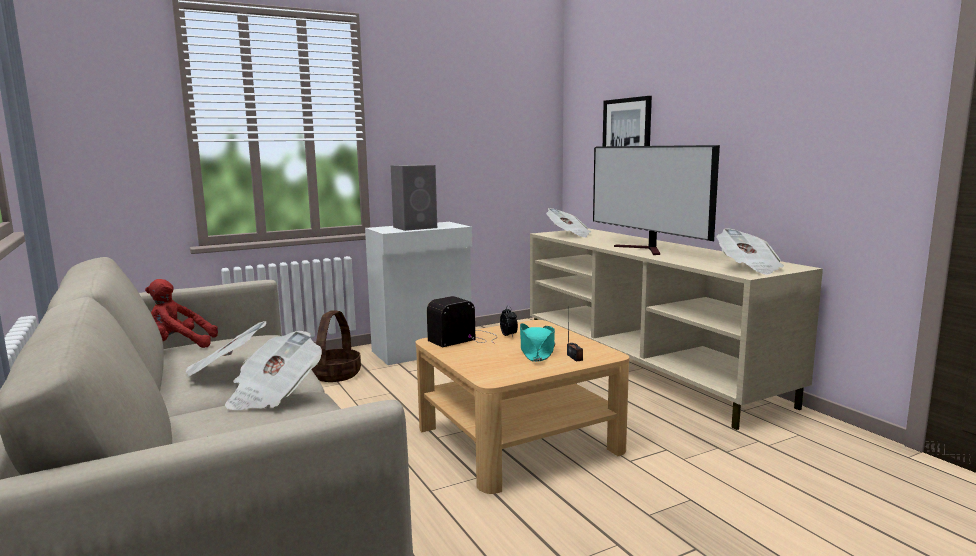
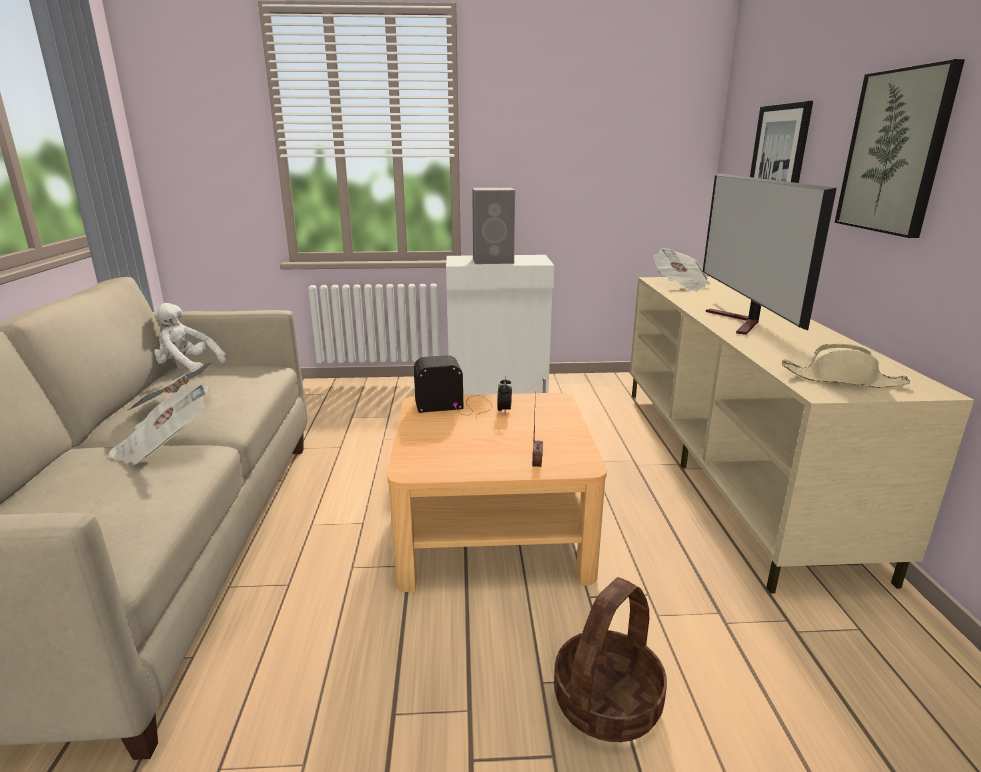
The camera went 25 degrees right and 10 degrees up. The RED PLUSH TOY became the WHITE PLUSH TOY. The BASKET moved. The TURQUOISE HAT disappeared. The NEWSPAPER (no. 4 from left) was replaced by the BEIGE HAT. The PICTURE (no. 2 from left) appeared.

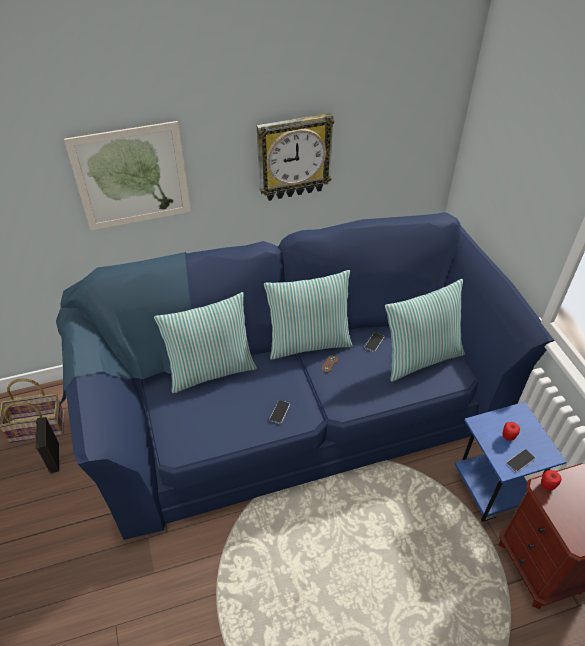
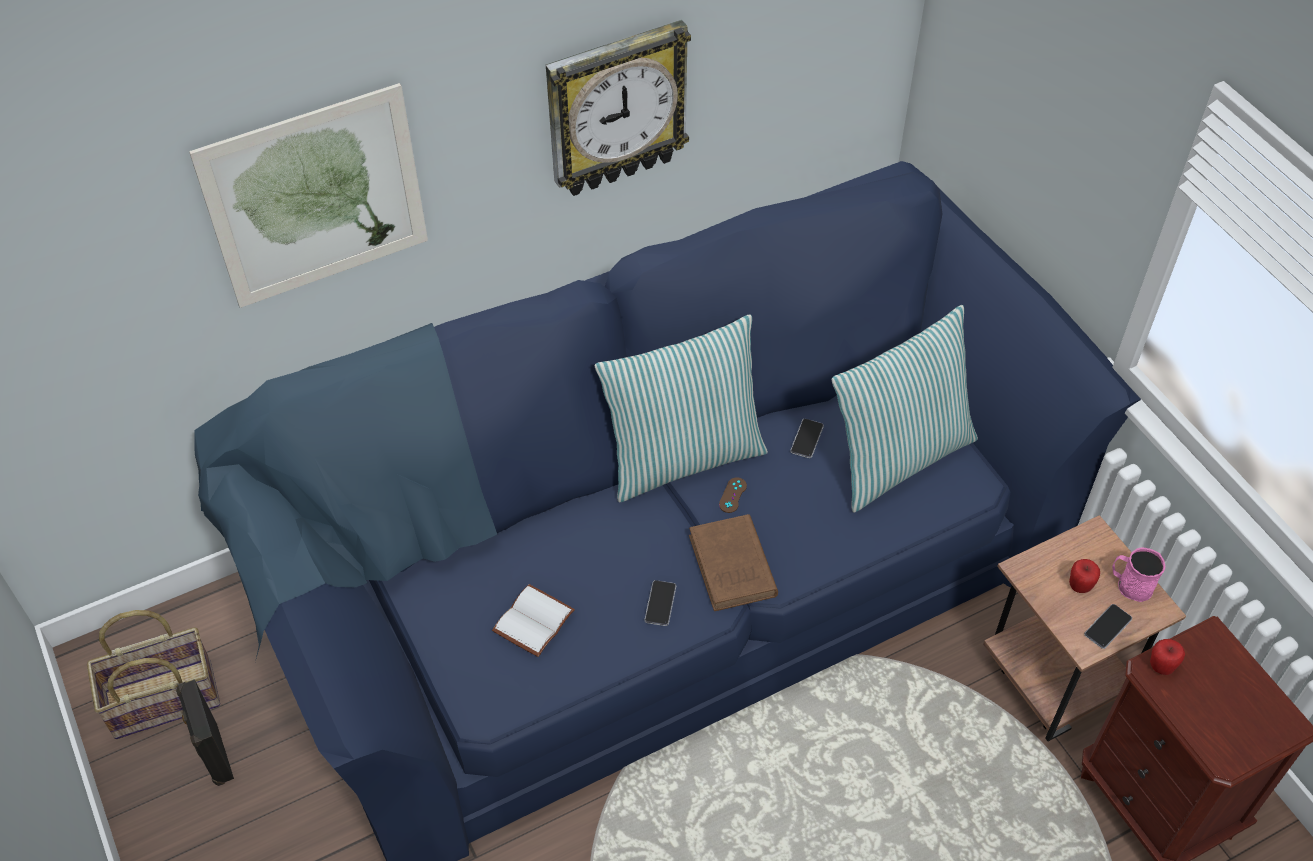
The camera went 10 degrees left and 5 degrees up. The PILLOW (no. 1 from left) disappeared. The BLUE SIDE TABLE became the BROWN SIDE TABLE. The WHITE BOOK appeared. The BROWN BOOK appeared. The PINK MUG appeared.

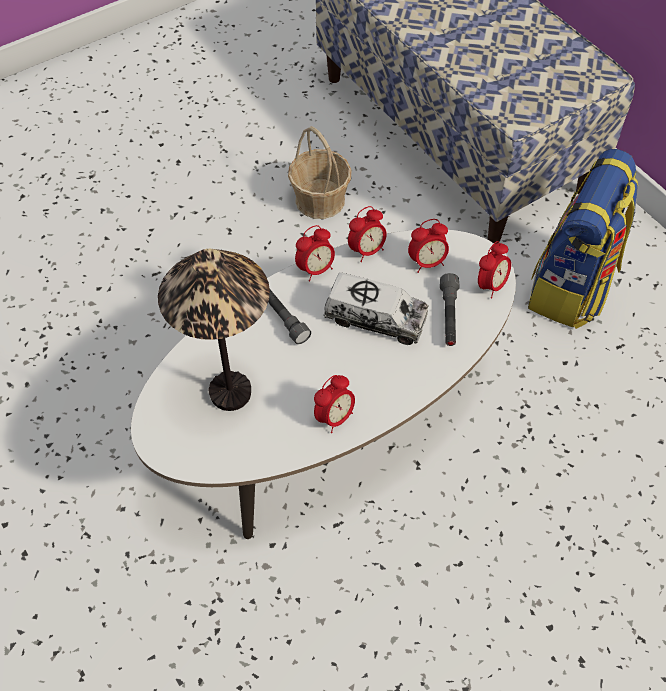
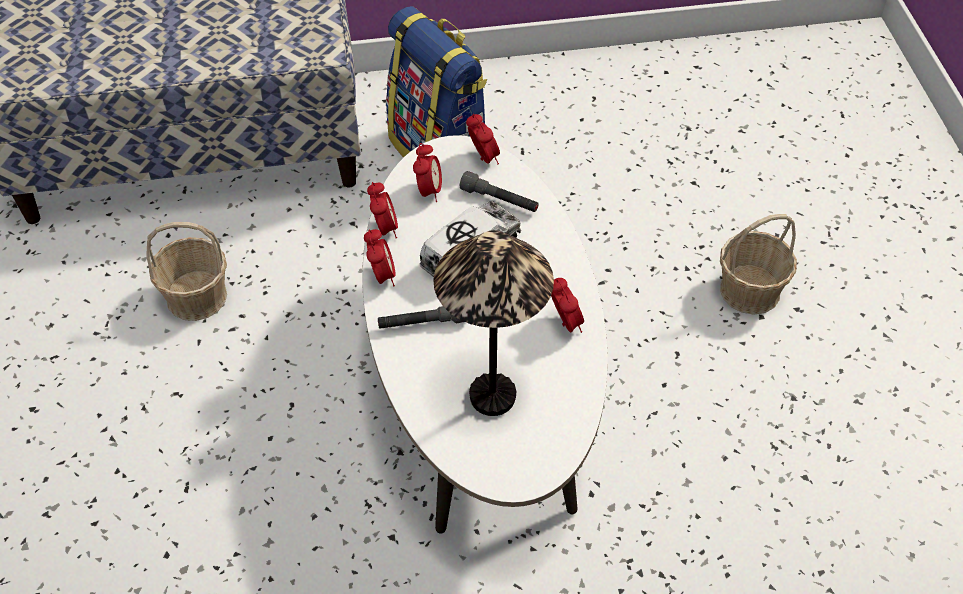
The camera went 65 degrees left and 5 degrees down. The BASKET (no. 2 from left) appeared.

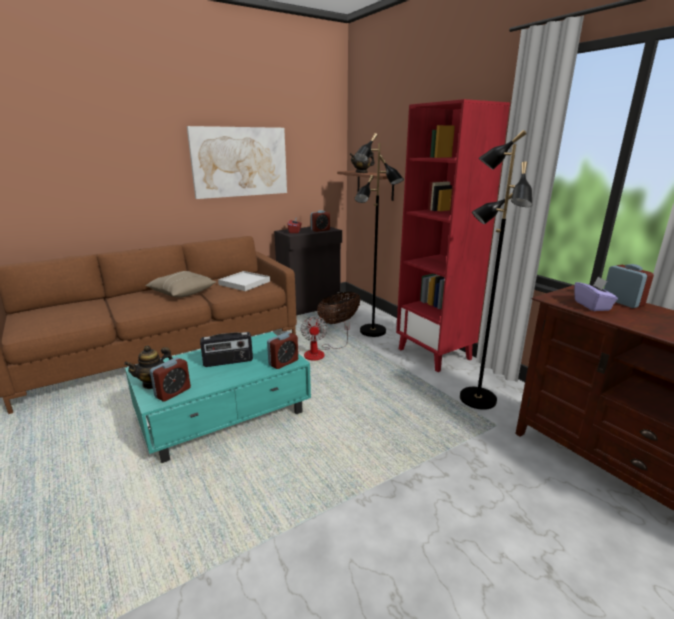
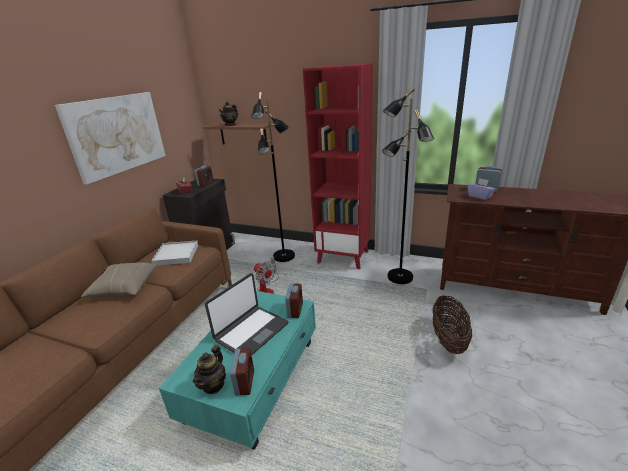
The camera went 35 degrees left and 5 degrees up. The RADIO was replaced by the LAPTOP. The BASKET moved.

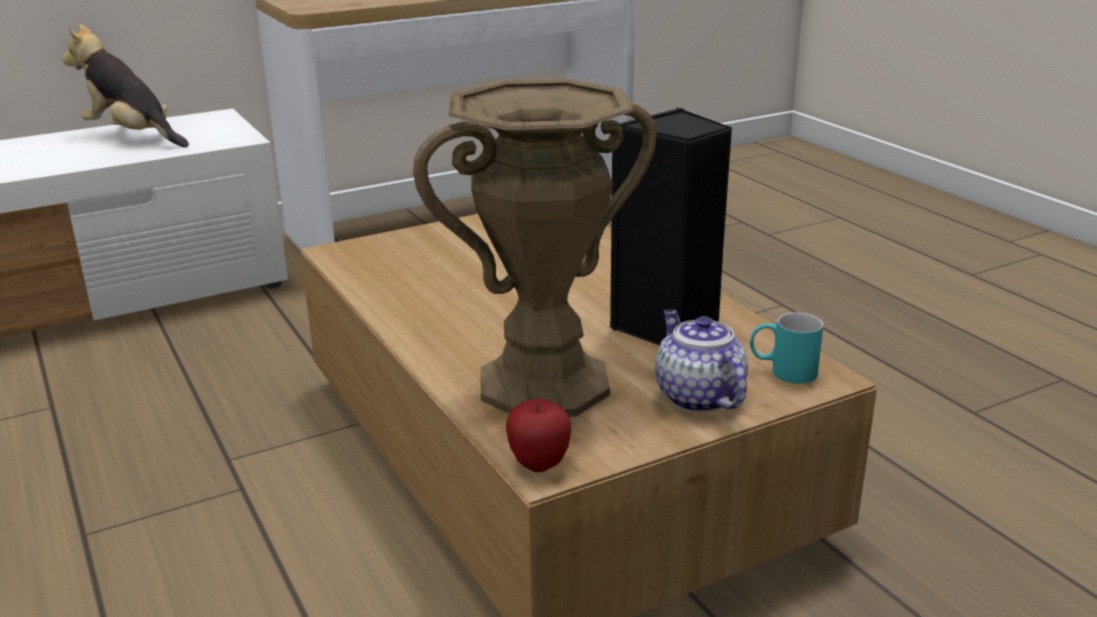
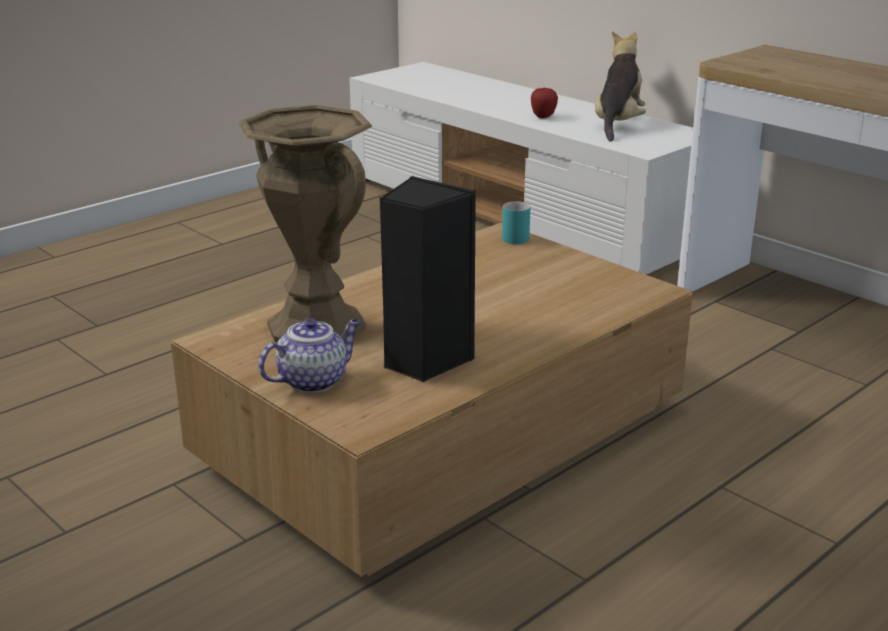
The camera went 75 degrees right and 0 degrees up. The APPLE moved. The TURQUOISE MUG moved.

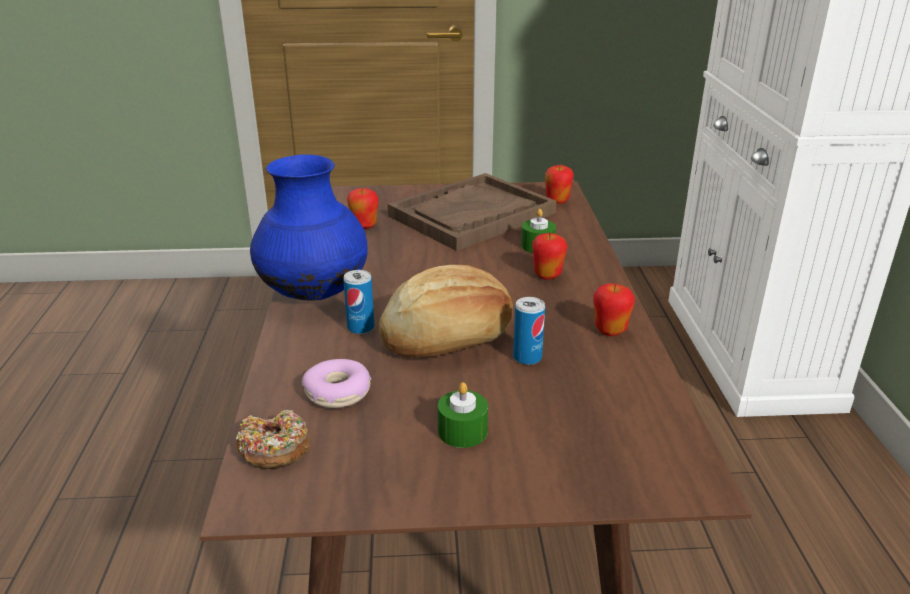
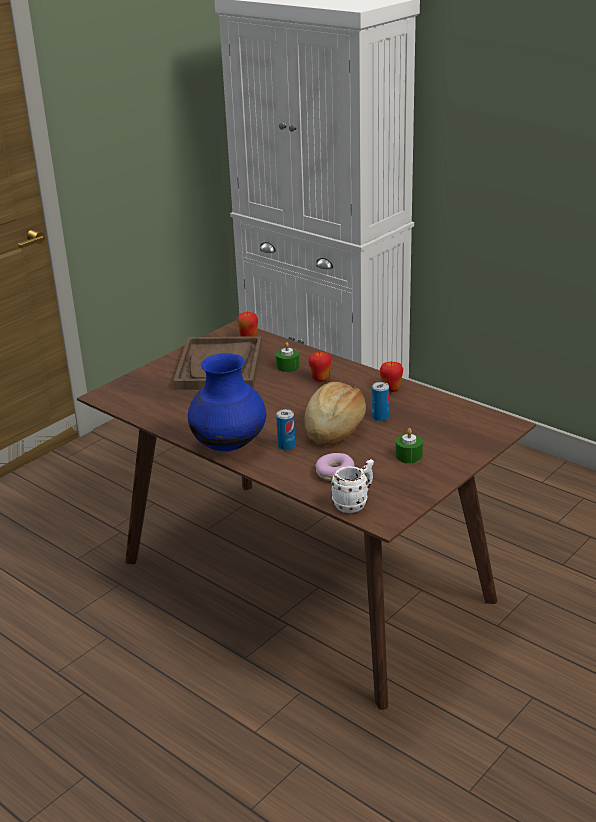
The camera went 45 degrees left and 0 degrees up. The DONUT (no. 1 from left) was replaced by the WHITE MUG. The APPLE (no. 1 from left) disappeared.

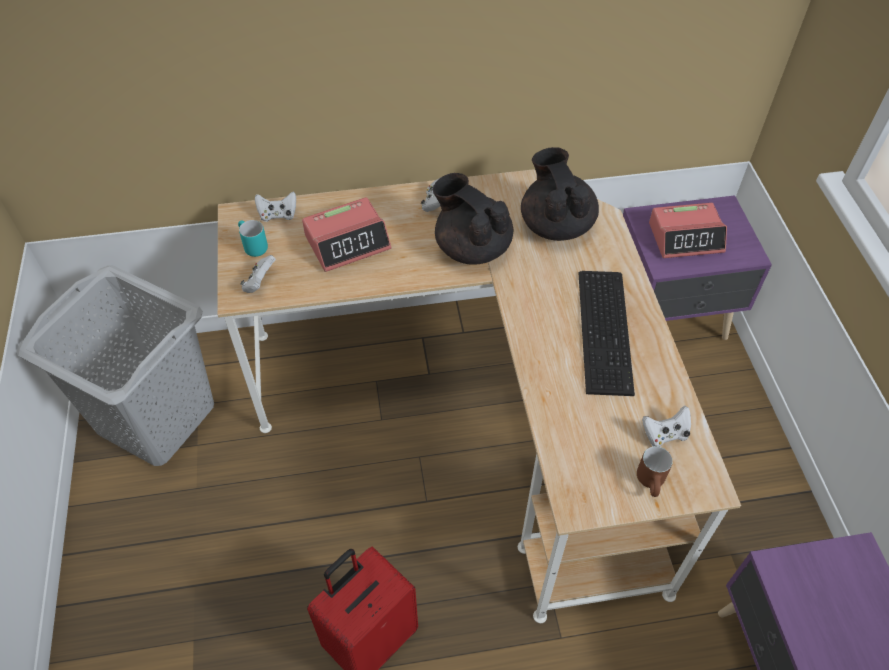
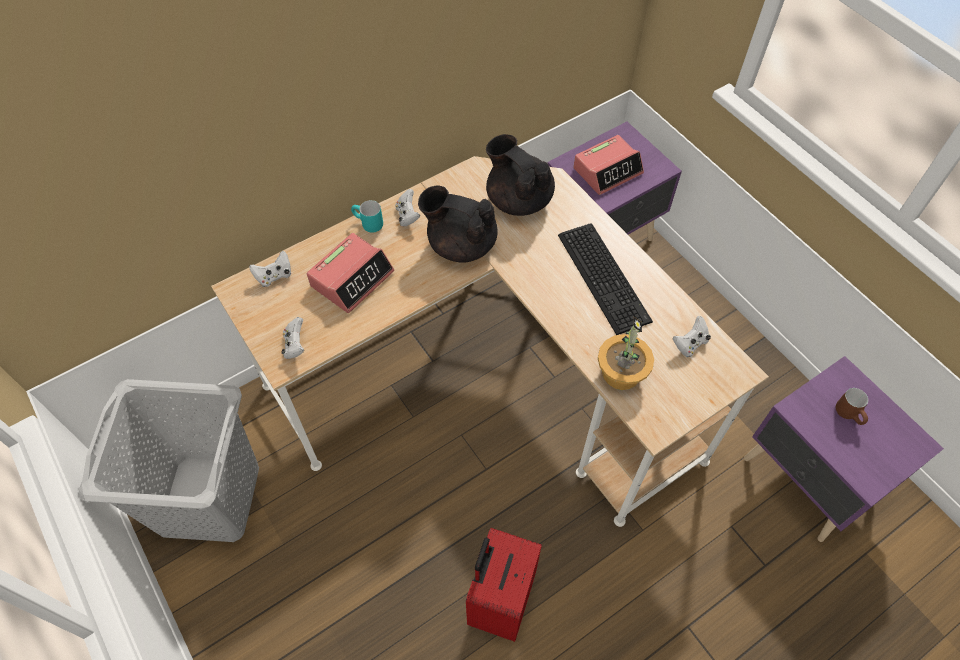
The camera went 25 degrees left and 5 degrees up. The TURQUOISE MUG moved. The BROWN MUG moved. The POTTED PLANT appeared.

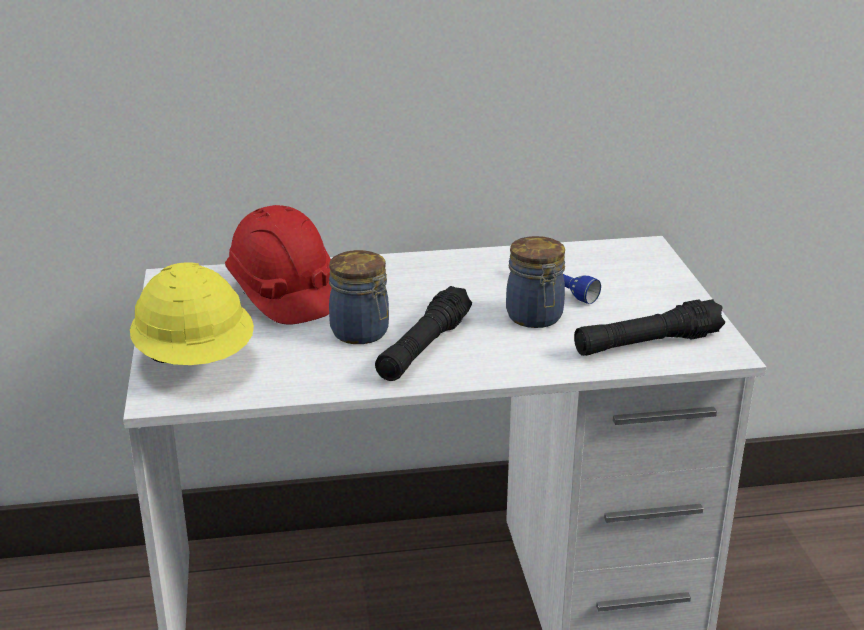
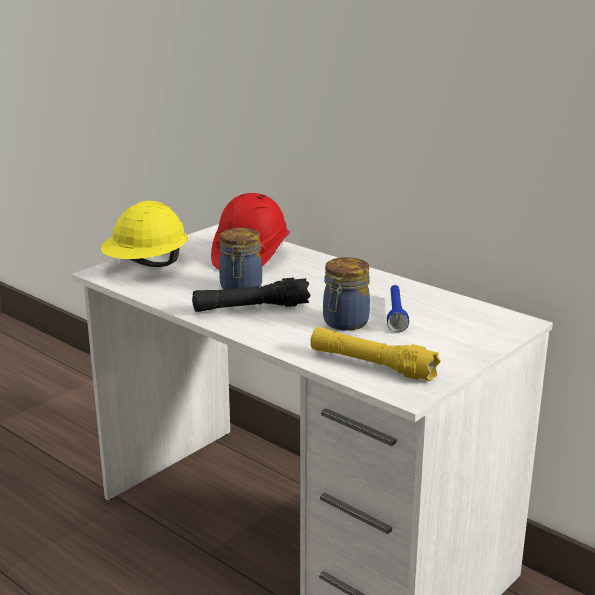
The camera went 50 degrees right and 5 degrees down. The BLACK FLASHLIGHT (no. 2 from left) became the YELLOW FLASHLIGHT.

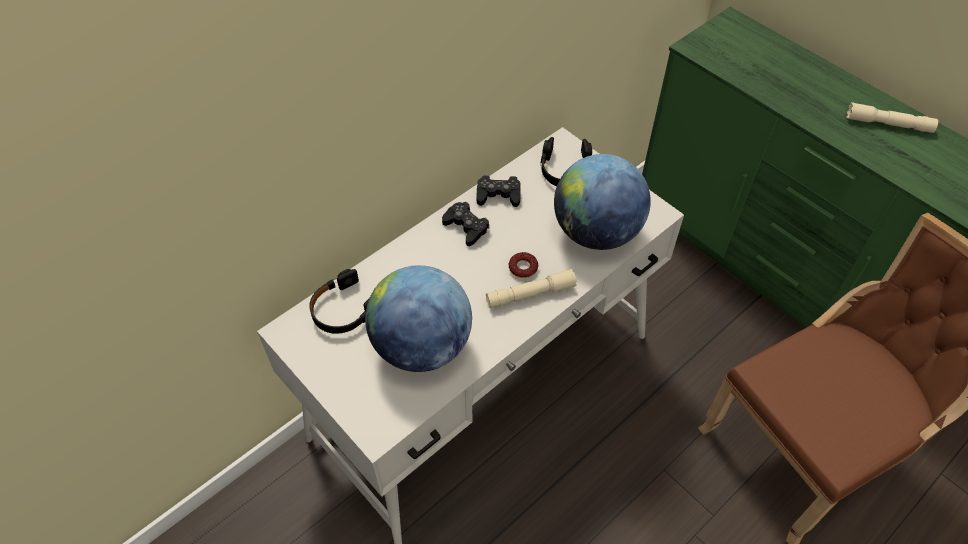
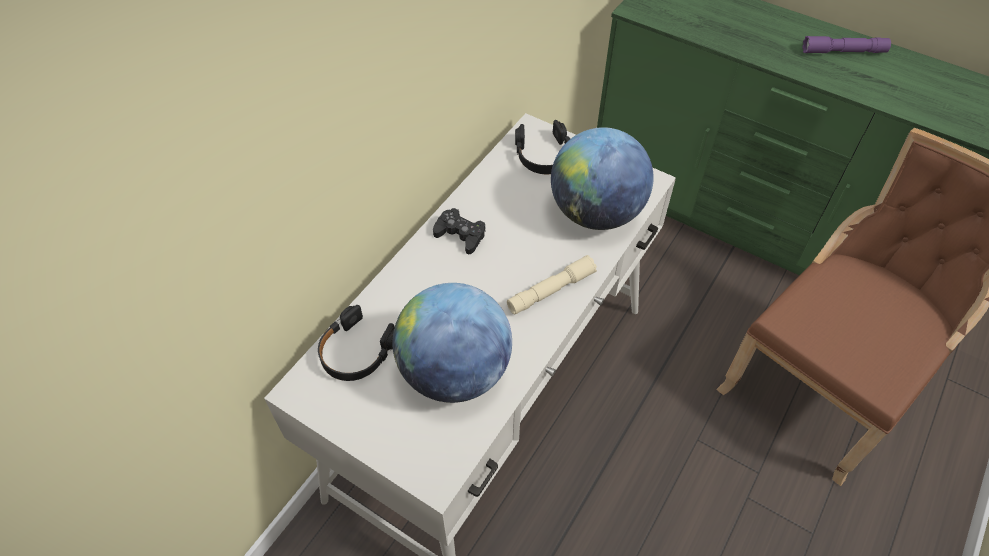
The camera went 15 degrees left and 0 degrees up. The BLACK GAME CONTROLLER (no. 2 from left) disappeared. The DONUT disappeared. The BEIGE FLASHLIGHT (no. 2 from left) became the PURPLE FLASHLIGHT.

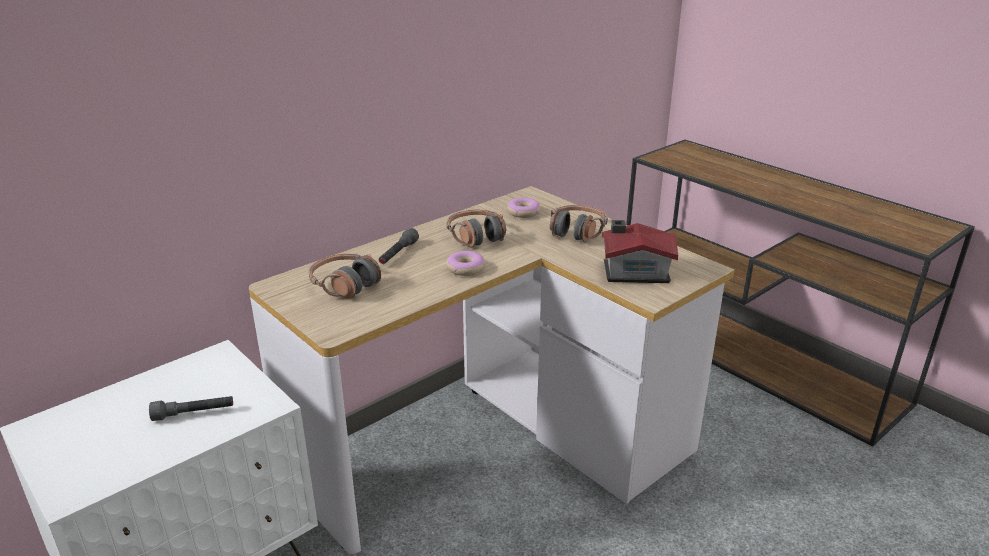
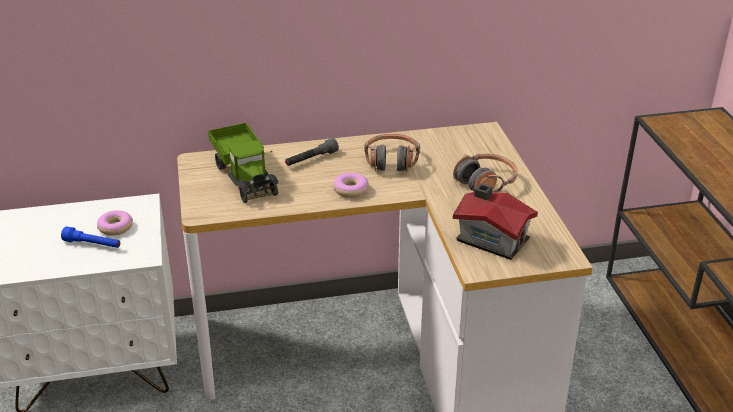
The camera went 30 degrees right and 5 degrees up. The GREY FLASHLIGHT (no. 1 from left) became the BLUE FLASHLIGHT. The HEADPHONES (no. 1 from left) was replaced by the TOY TRUCK. The DONUT (no. 2 from left in the first image) moved.

